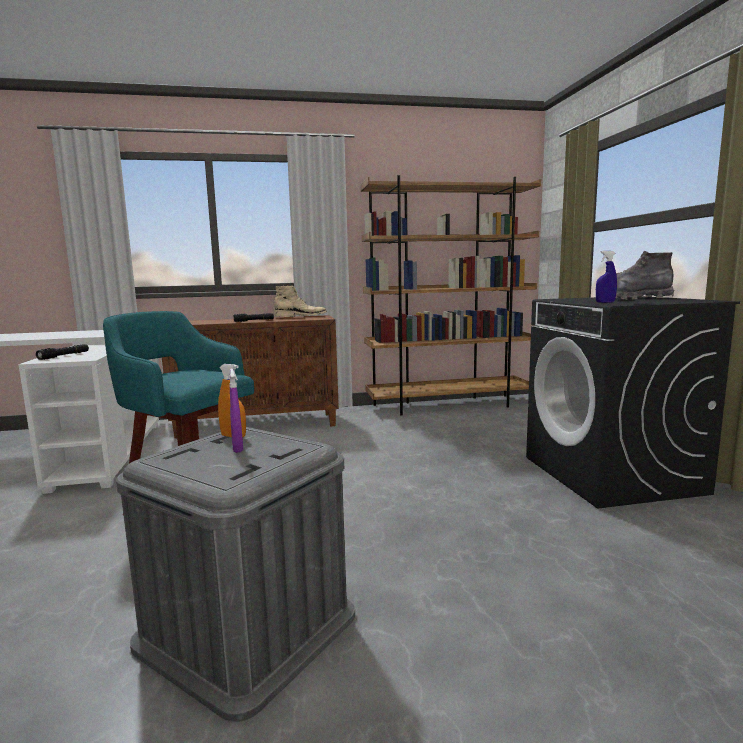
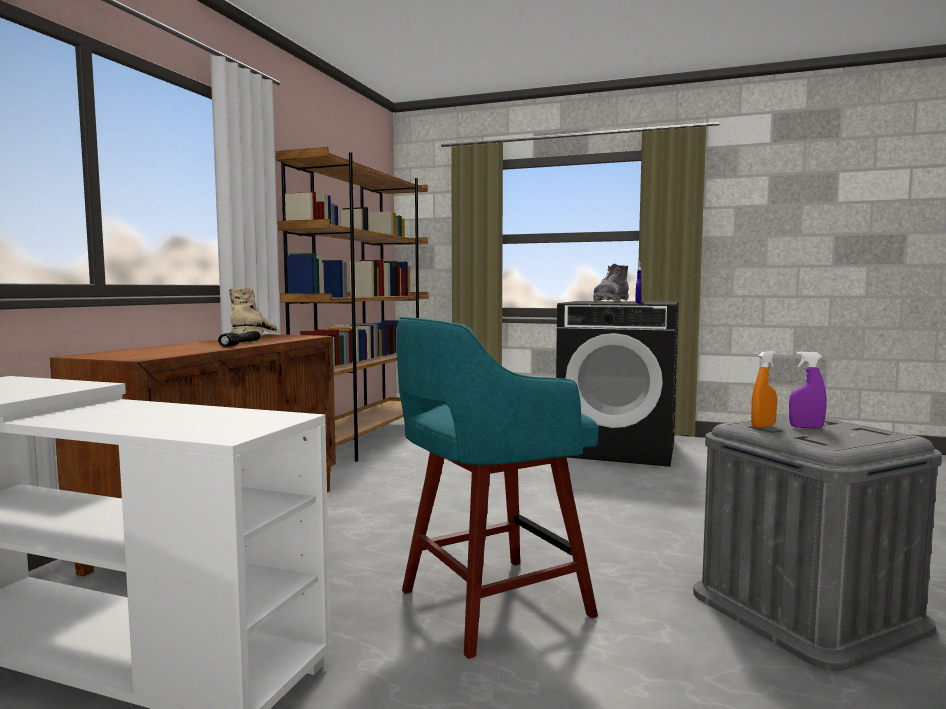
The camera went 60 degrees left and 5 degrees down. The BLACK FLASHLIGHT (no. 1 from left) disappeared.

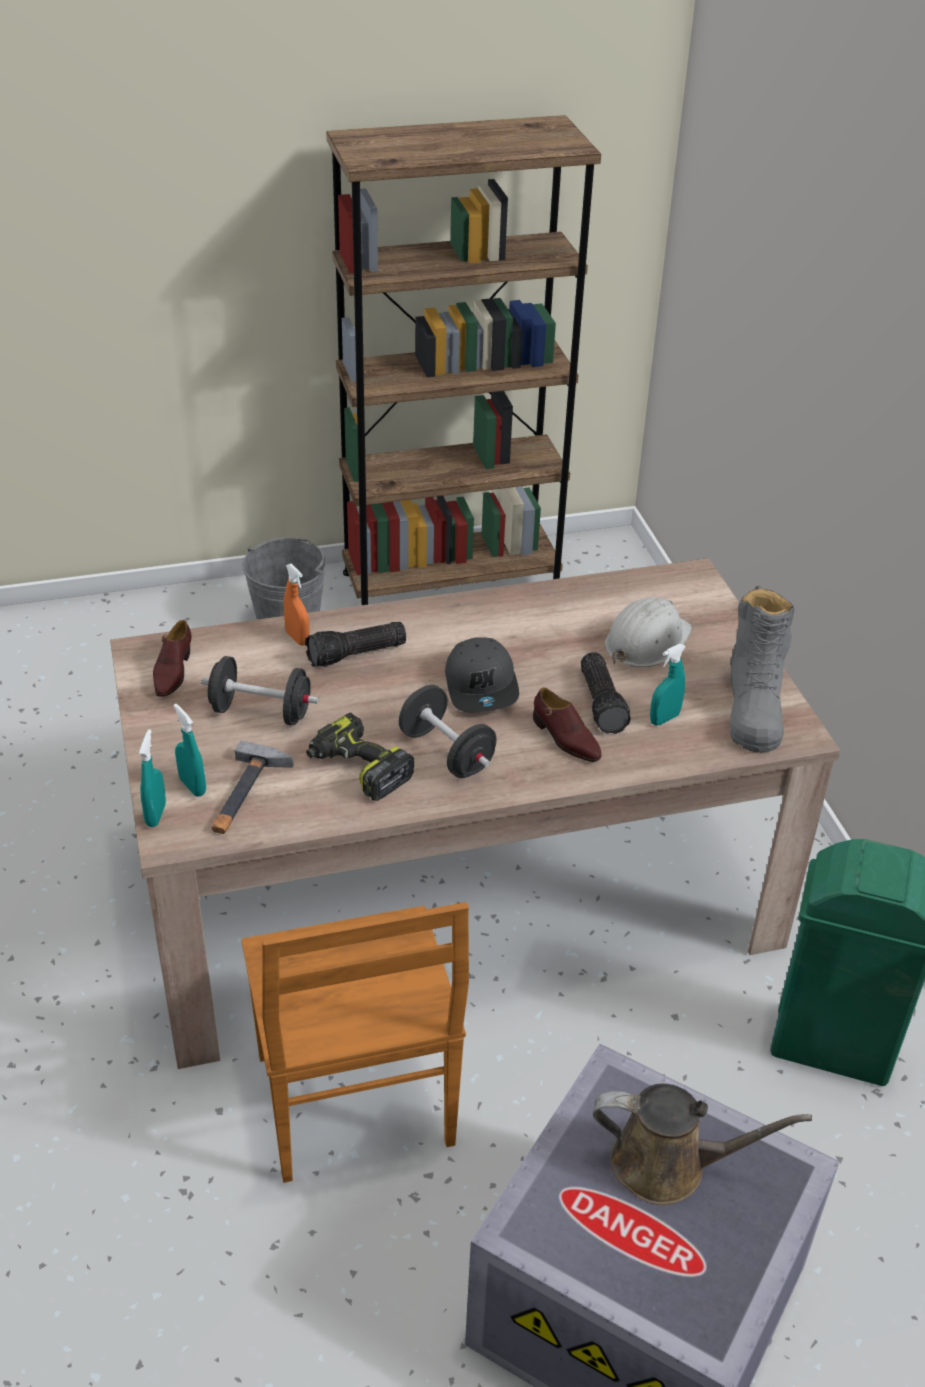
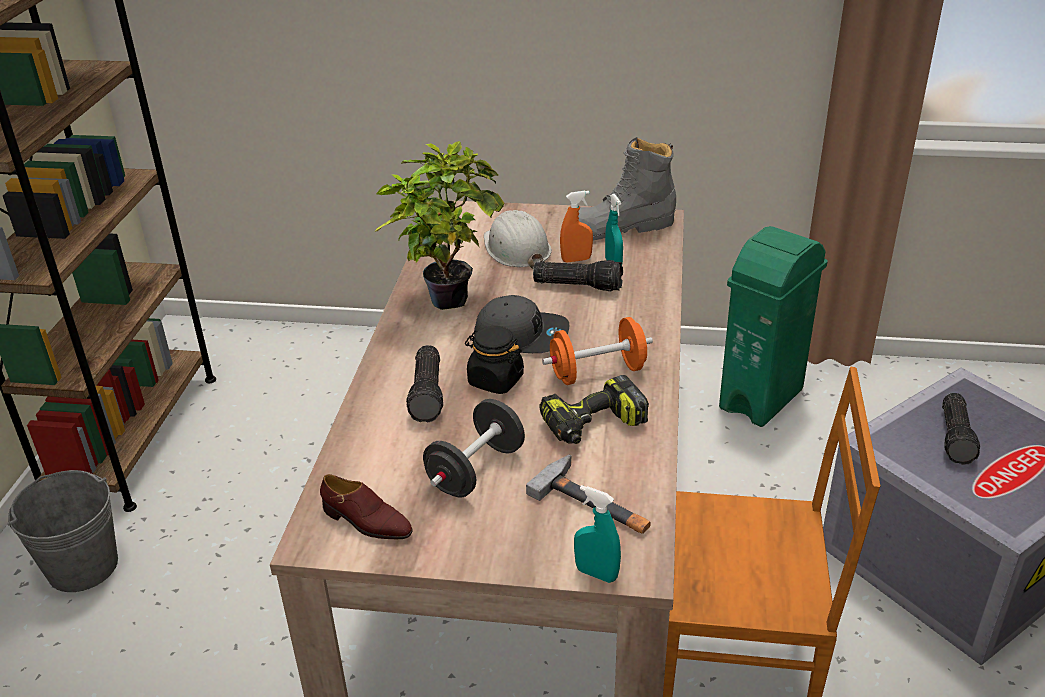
The camera went 65 degrees left and 5 degrees down. The TURQUOISE SPRAY BOTTLE (no. 2 from left) disappeared. The ORANGE SPRAY BOTTLE moved. The BLACK DUMBBELL (no. 2 from left) became the ORANGE DUMBBELL. The BROWN SHOE (no. 2 from left) disappeared. The BROWN WATERING CAN was replaced by the FLASHLIGHT (no. 3 from left). The GREY BOOT turned 135 degrees clockwise. The POTTED PLANT appeared. The BLACK JAR appeared.

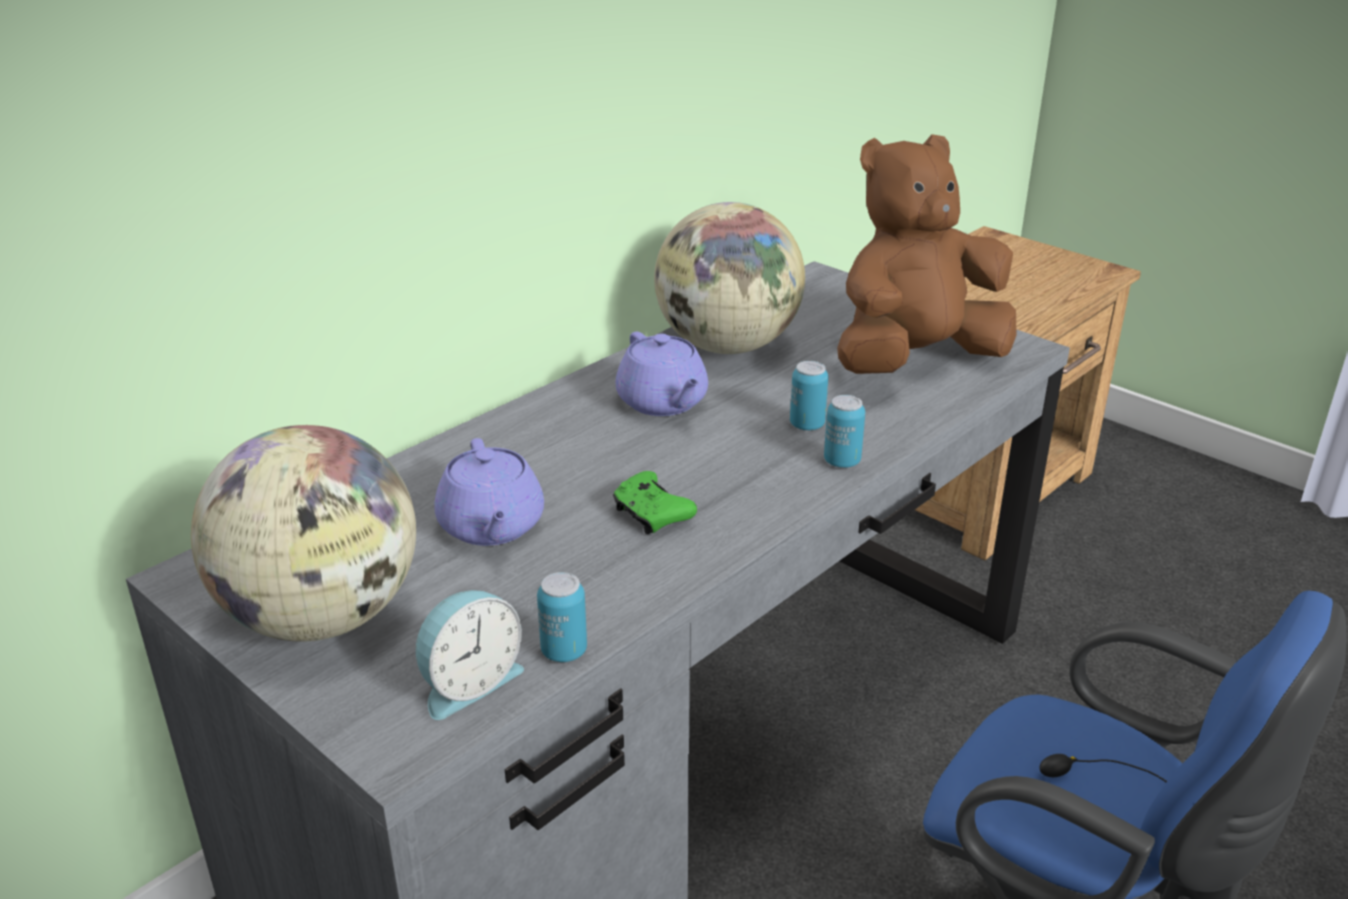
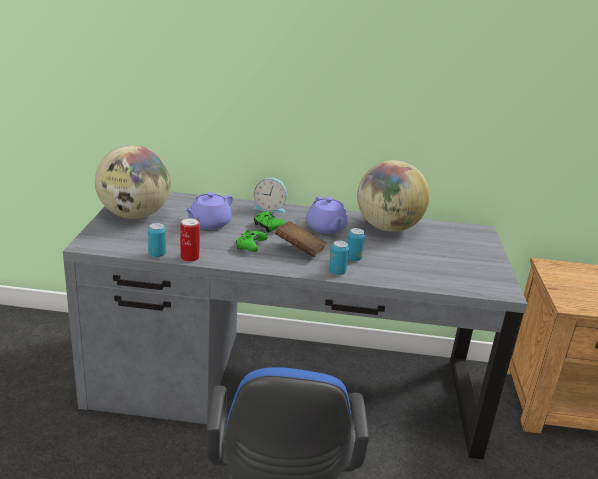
The camera went 50 degrees right and 5 degrees down. The ALARM CLOCK moved. The PURPLE TEAPOT (no. 2 from left) turned 45 degrees counterclockwise. The BROWN PLUSH TOY disappeared. The CAN (no. 2 from left) appeared. The GREEN GAME CONTROLLER (no. 2 from left) appeared. The BROWN BOOK appeared.

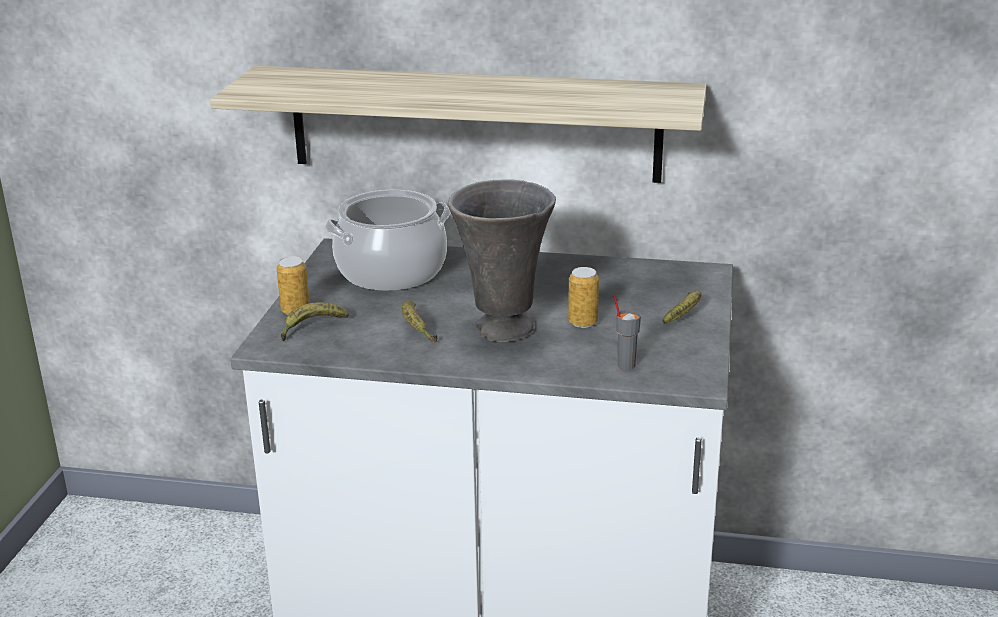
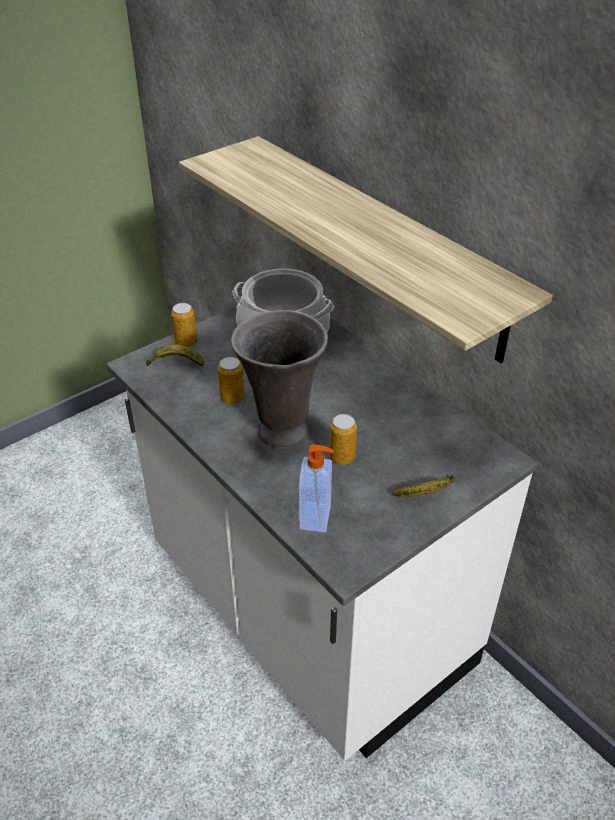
The camera went 40 degrees right and 15 degrees up. The BANANA (no. 2 from left) was replaced by the CAN (no. 2 from left). The GREY CUP was replaced by the SOAP DISPENSER.

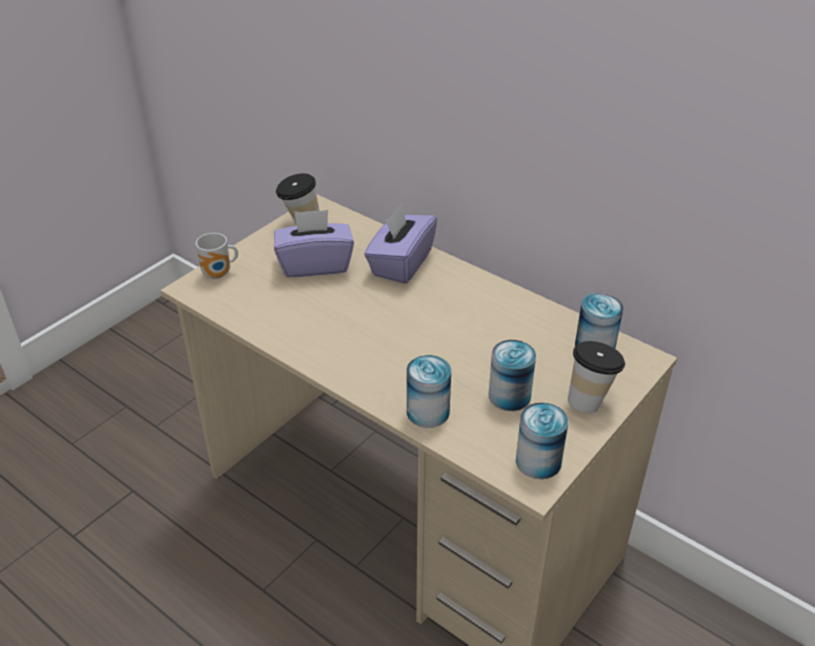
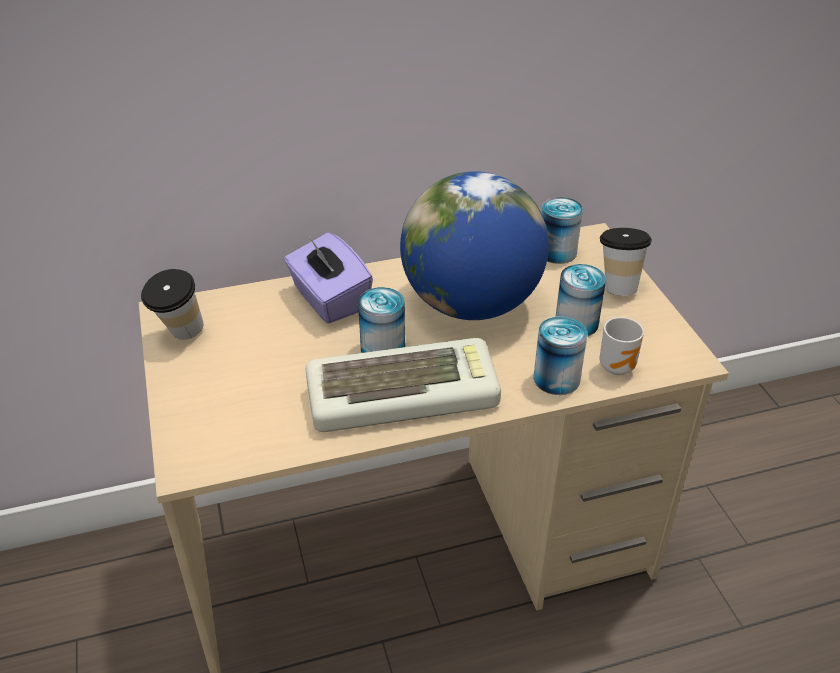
The camera went 55 degrees left and 0 degrees up. The MUG moved. The PURPLE TISSUE BOX (no. 1 from left) disappeared. The CAN (no. 3 from left in the first image) moved. The KEYBOARD appeared. The GLOBE appeared.

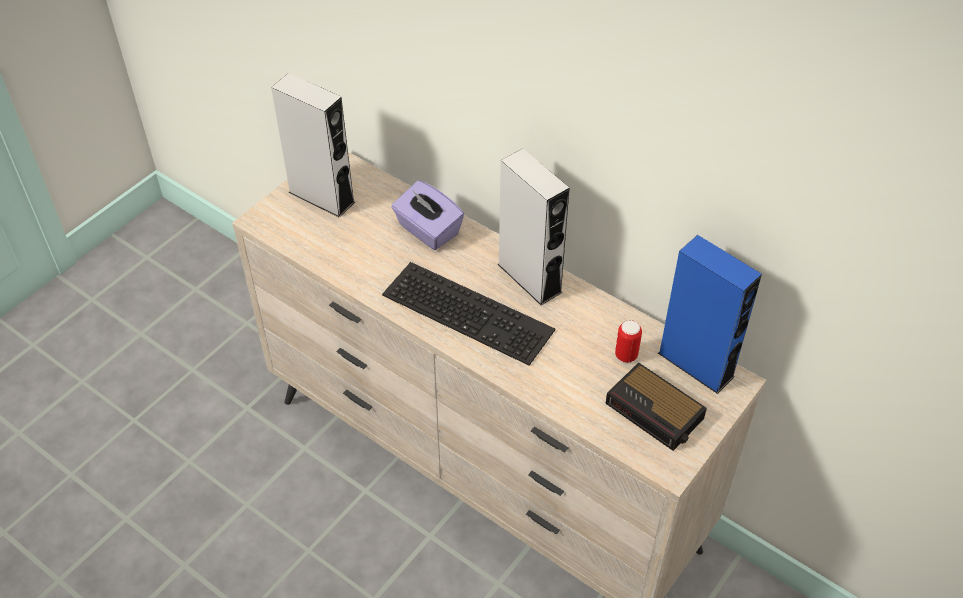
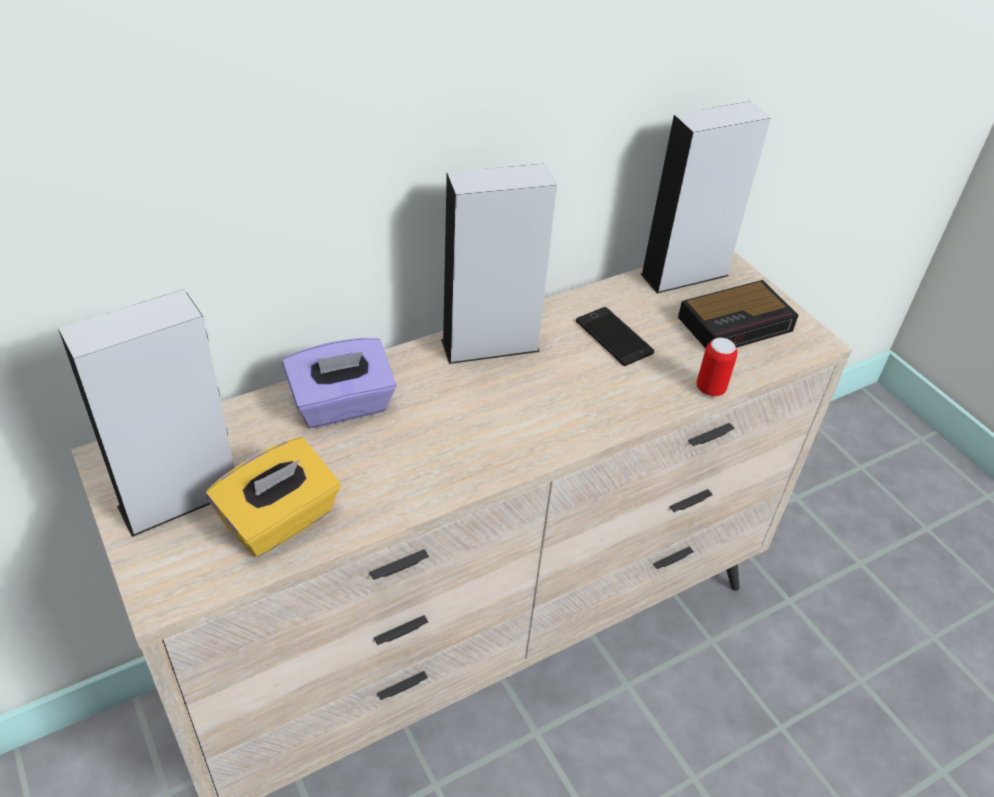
The camera went 70 degrees left and 5 degrees down. The KEYBOARD disappeared. The CAN moved. The BLUE SPEAKER became the GREY SPEAKER (no. 3 from left). The YELLOW TISSUE BOX appeared. The PHONE appeared.

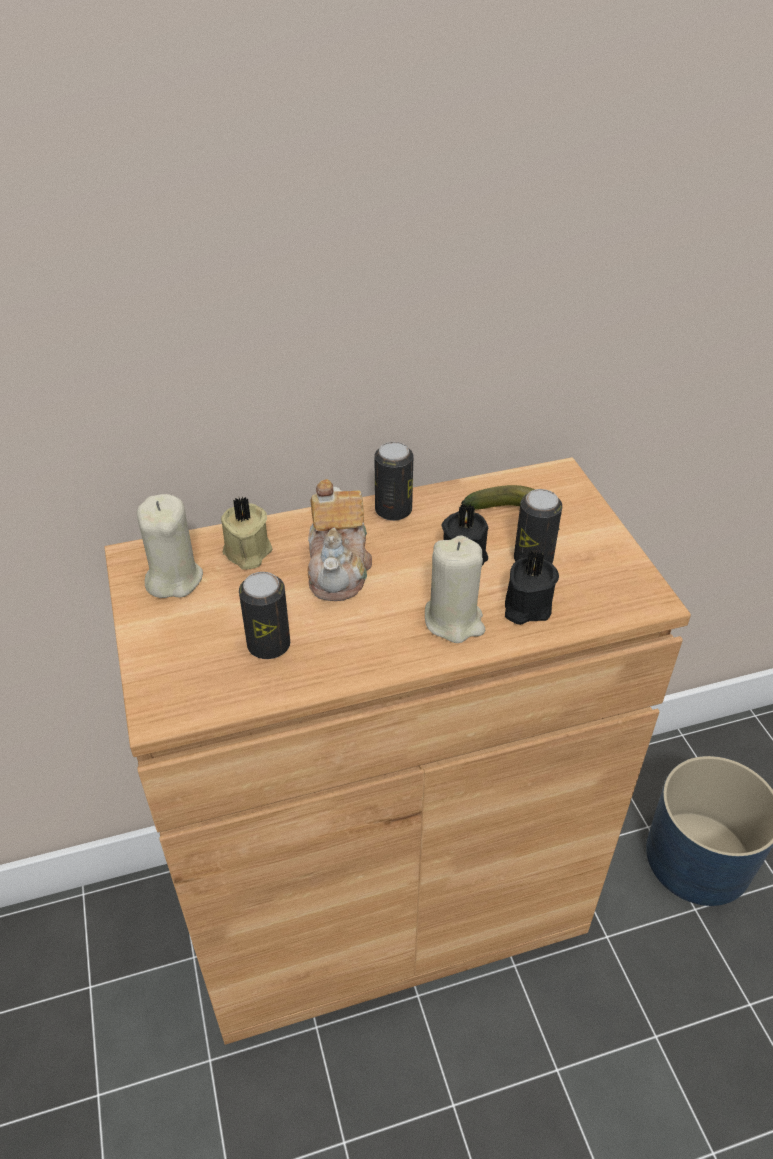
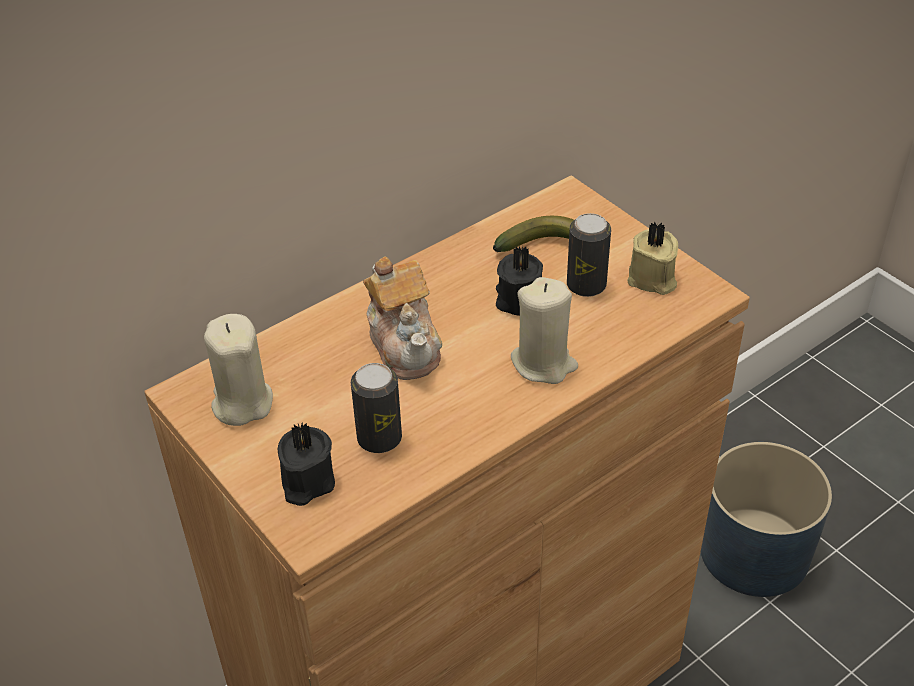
The camera went 20 degrees left and 0 degrees up. The BEIGE CANDLE (no. 2 from left in the first image) moved. The CAN (no. 2 from left) disappeared. The BLACK CANDLE (no. 2 from left in the first image) moved.

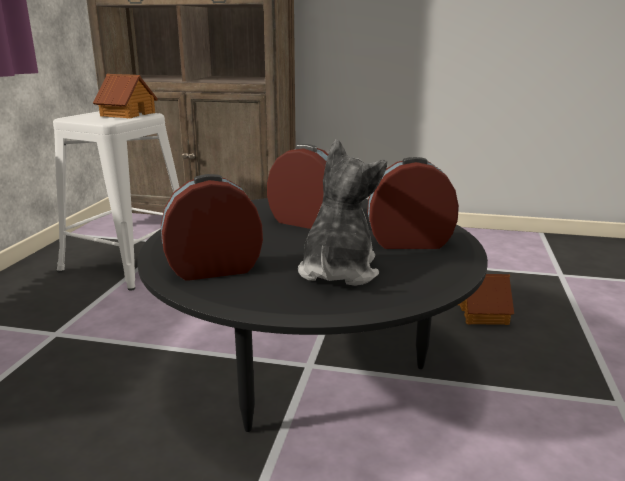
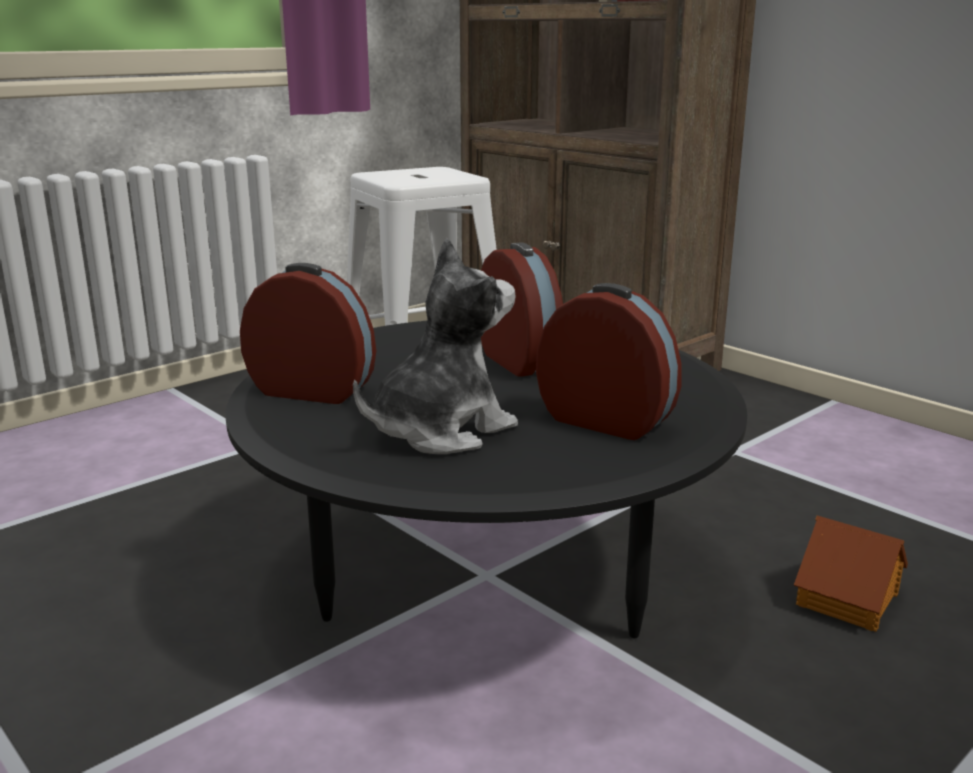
The camera went 35 degrees right and 0 degrees up. The TOY HOUSE (no. 1 from left) disappeared.

